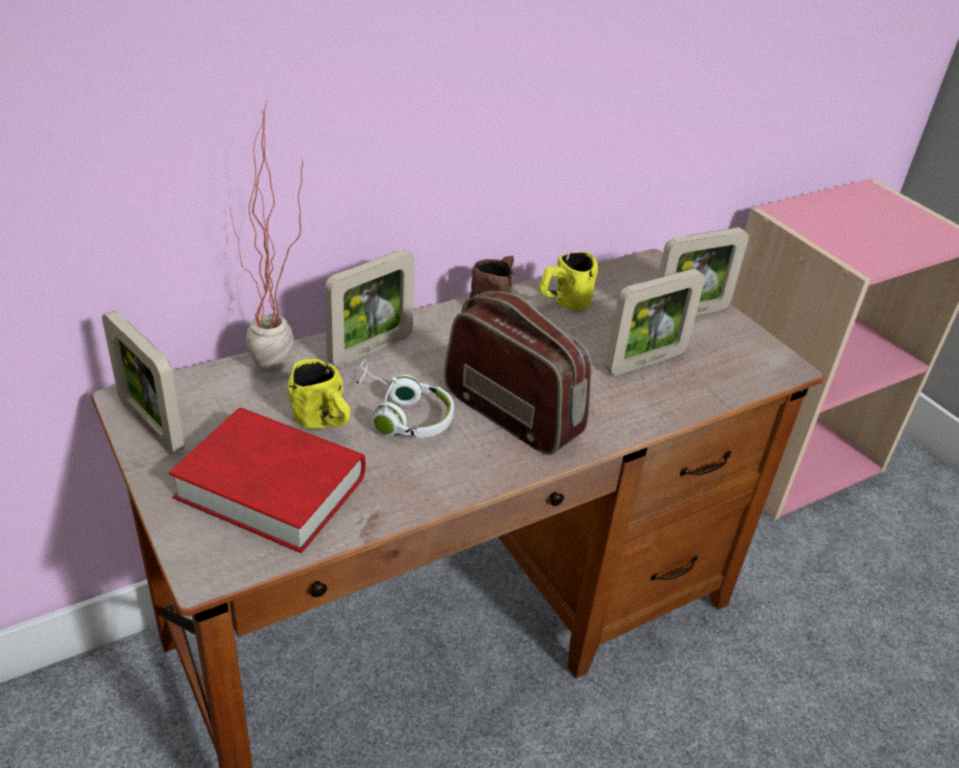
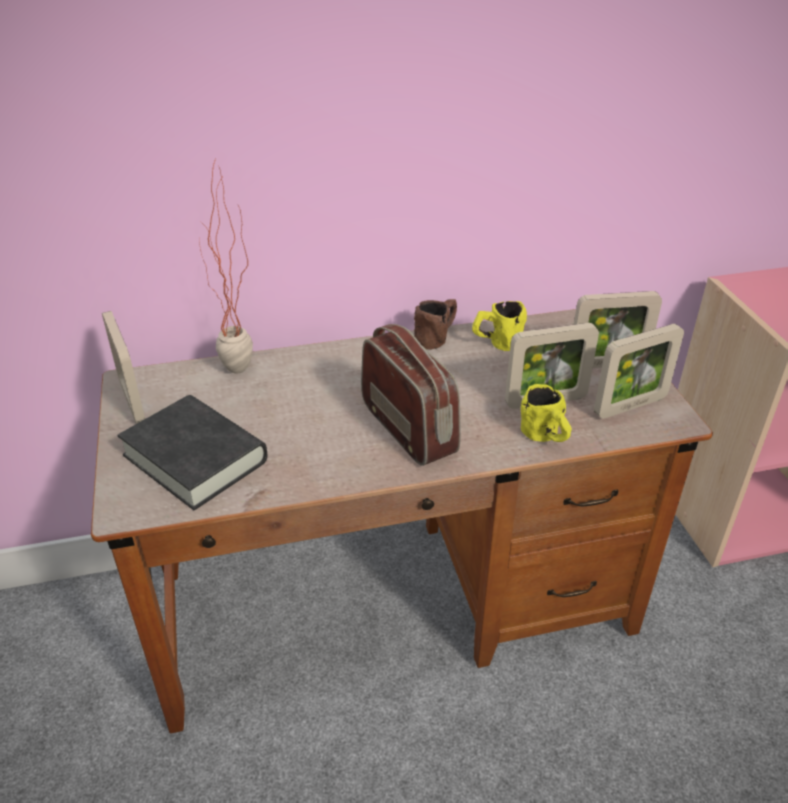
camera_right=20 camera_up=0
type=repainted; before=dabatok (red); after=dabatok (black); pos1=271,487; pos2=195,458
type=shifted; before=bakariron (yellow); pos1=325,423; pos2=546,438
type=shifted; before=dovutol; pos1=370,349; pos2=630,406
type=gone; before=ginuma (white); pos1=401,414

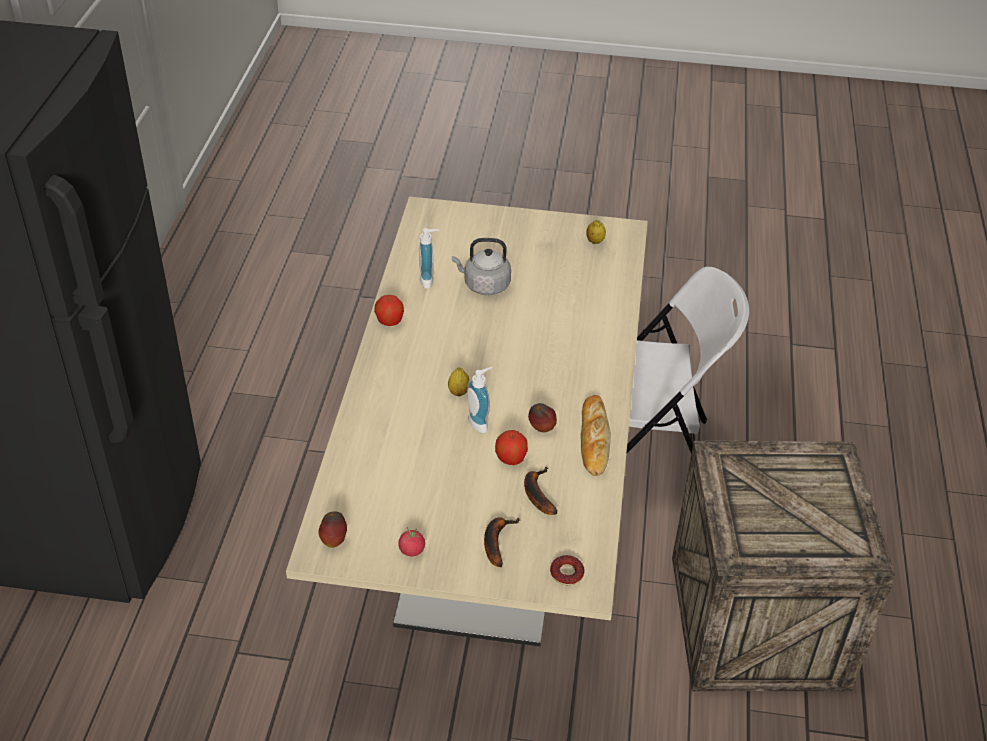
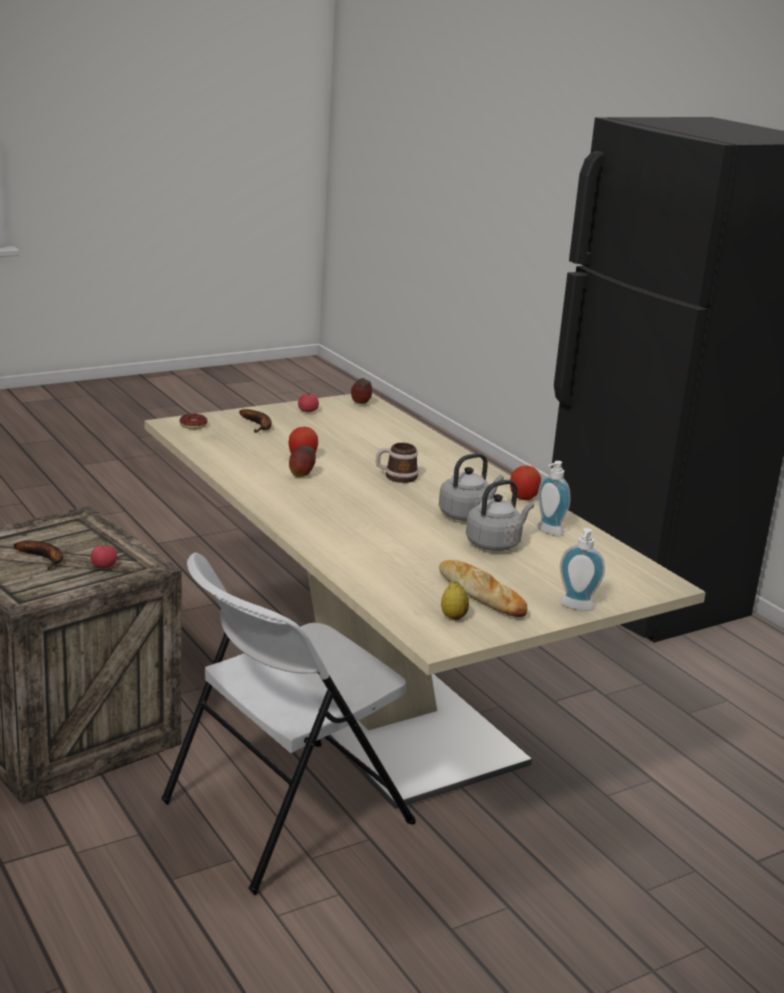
camera_right=140 camera_up=-20
type=shifted; before=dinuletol; pos1=537,493; pos2=44,558
type=new; after=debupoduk; pos2=104,566
type=swapped; before=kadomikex; after=bakariron; pos1=458,392; pos2=396,476
type=new; after=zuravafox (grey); pos2=467,514
type=shifted; before=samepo; pos1=593,439; pos2=481,594
type=shifted; before=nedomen; pos1=480,422; pos2=576,607

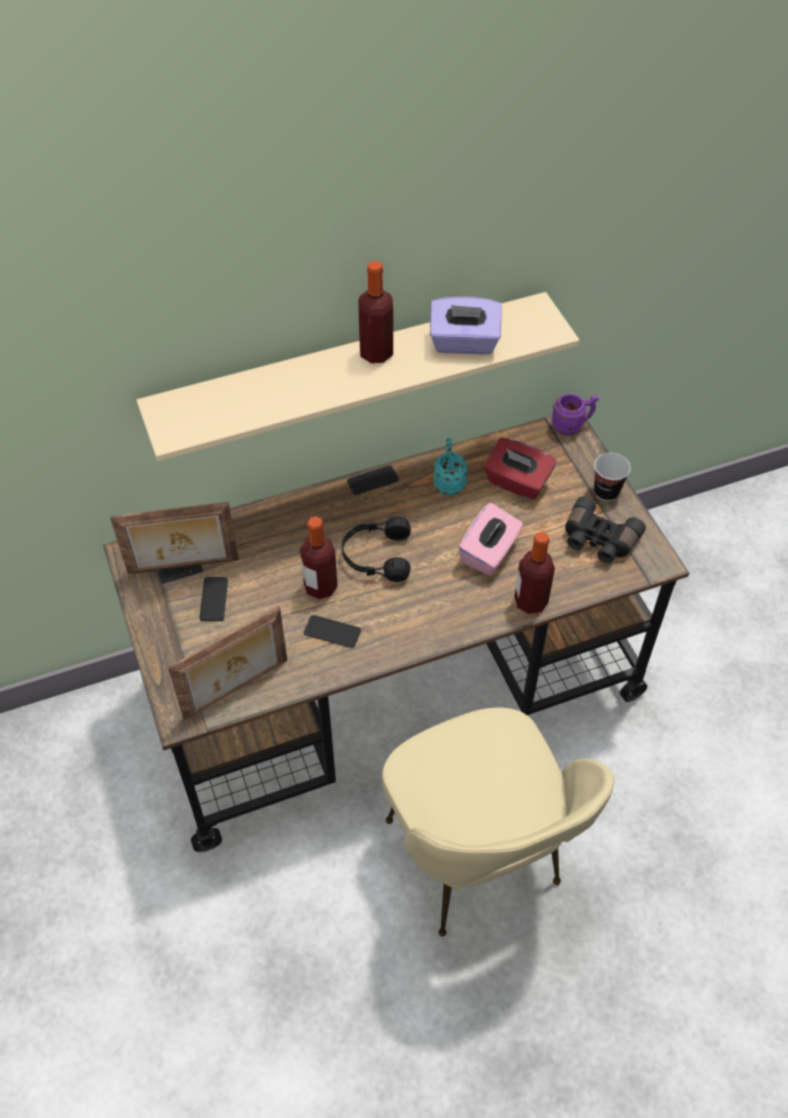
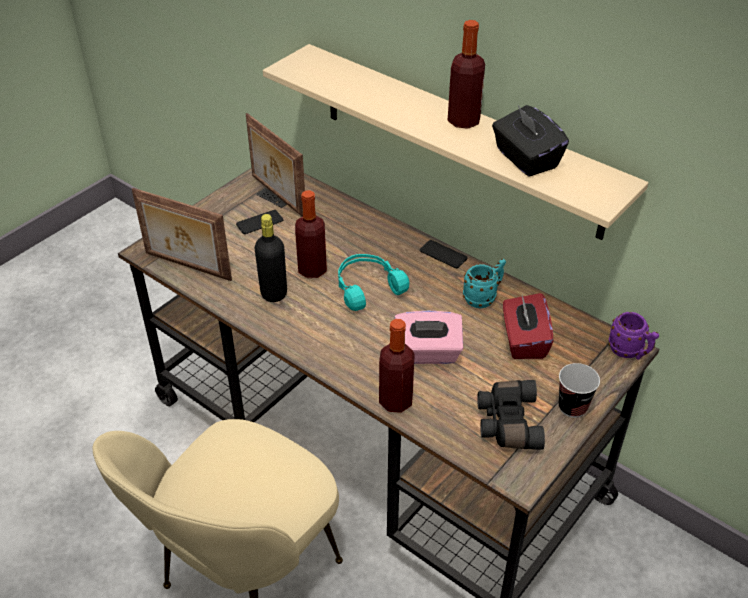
camera_right=60 camera_up=-10
type=swapped; before=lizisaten; after=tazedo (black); pos1=332,632; pos2=274,293
type=repainted; before=ginuma (black); after=ginuma (turquoise); pos1=376,556; pos2=367,287
type=repainted; before=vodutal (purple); after=vodutal (black); pos1=464,343; pos2=525,159

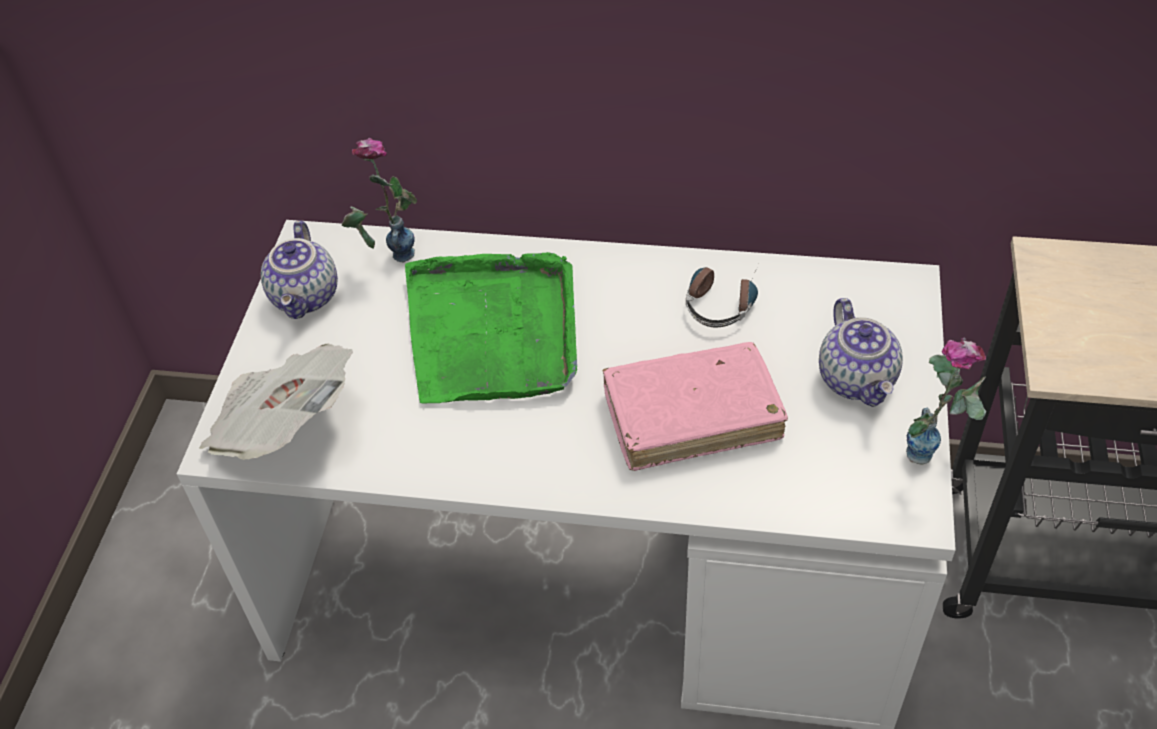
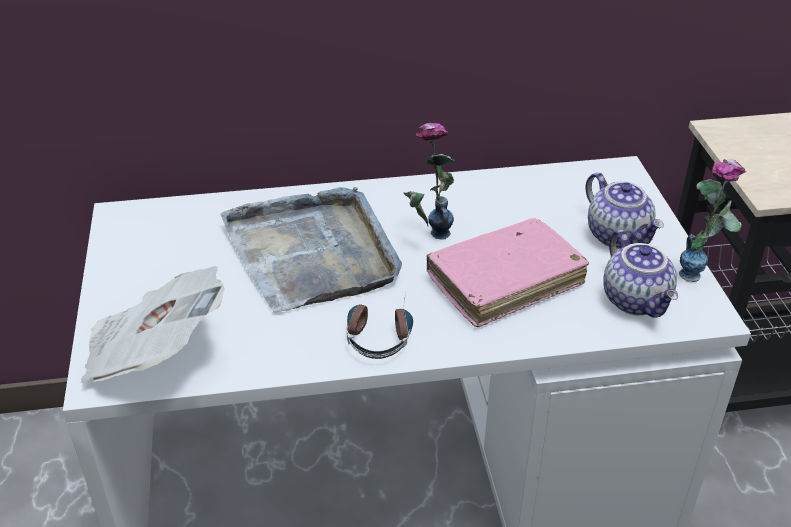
camera_right=-20 camera_up=-10
type=repainted; before=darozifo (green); after=darozifo (grey); pos1=493,331; pos2=313,252
type=shifted; before=ginuma; pos1=722,299; pos2=379,332
type=shifted; before=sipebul; pos1=387,257; pos2=427,237
type=shifted; before=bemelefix; pos1=307,297; pos2=637,300

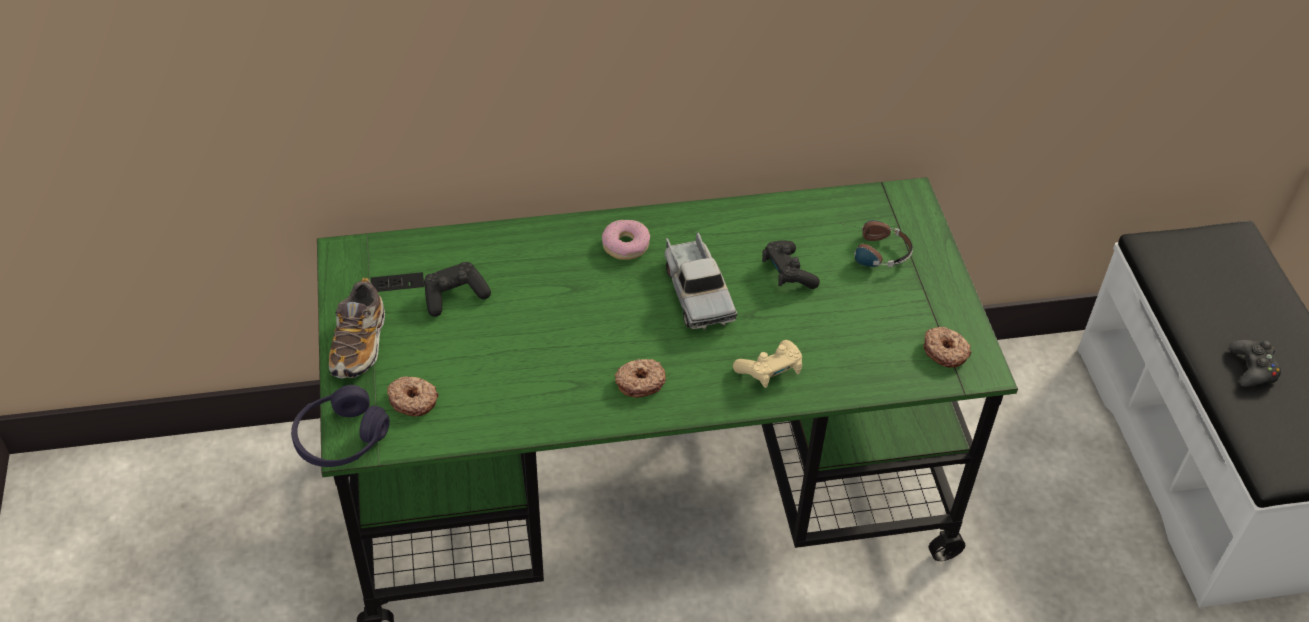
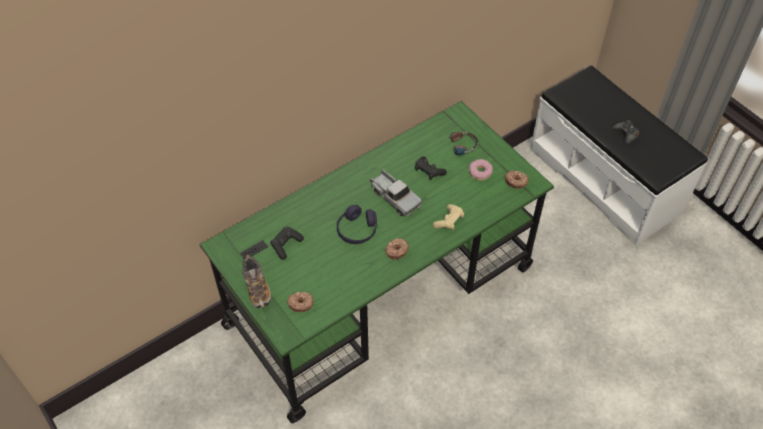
camera_right=-25 camera_up=5
type=shifted; before=ginuma (purple); pos1=341,439; pos2=357,230
type=shifted; before=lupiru; pos1=625,245; pos2=480,172

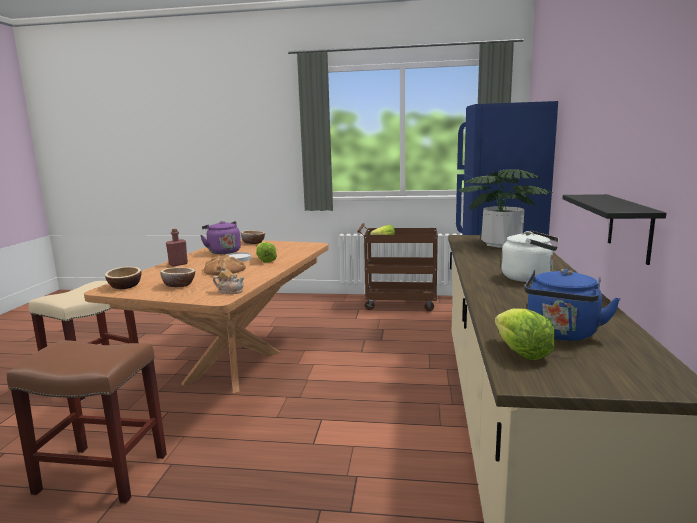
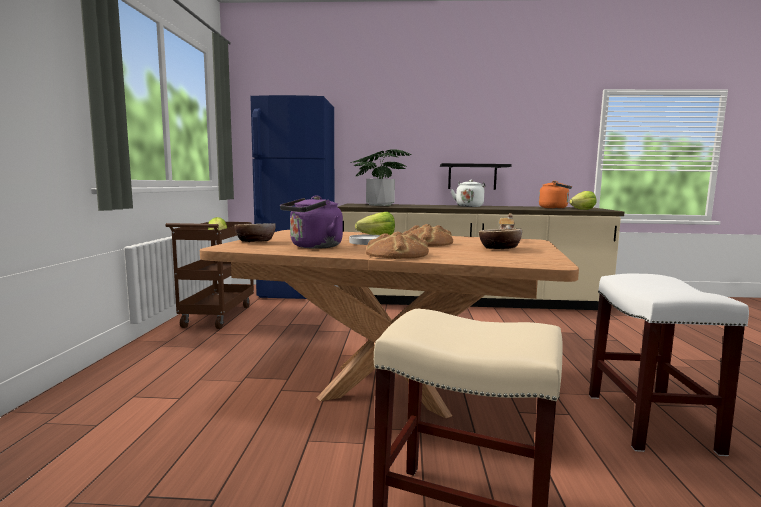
camera_right=-95 camera_up=-5
type=swapped; before=tazedo (red); after=samepo; pos1=178,264; pos2=396,254
type=repainted; before=zuravafox (blue); after=zuravafox (orange); pos1=561,334; pos2=555,208
type=repainted; before=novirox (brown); after=novirox (white); pos1=101,474; pos2=651,423
type=gone; before=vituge; pos1=125,286

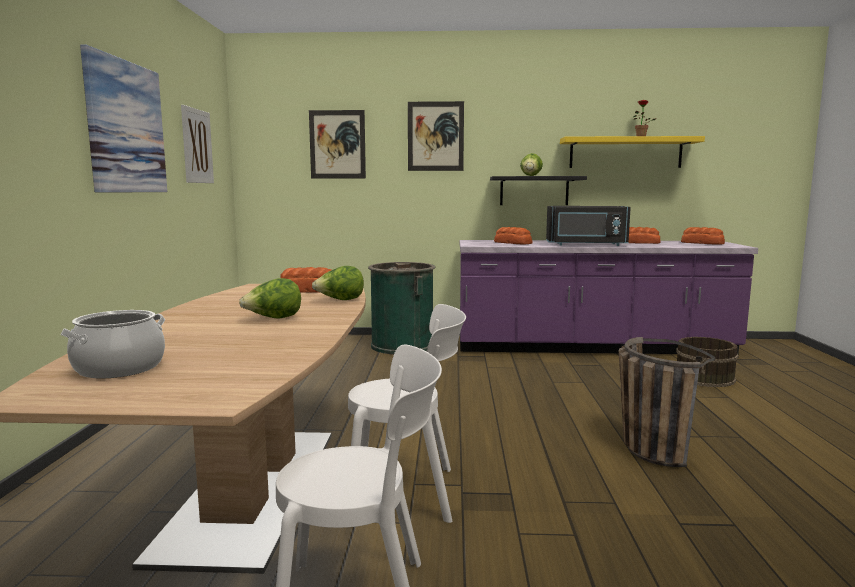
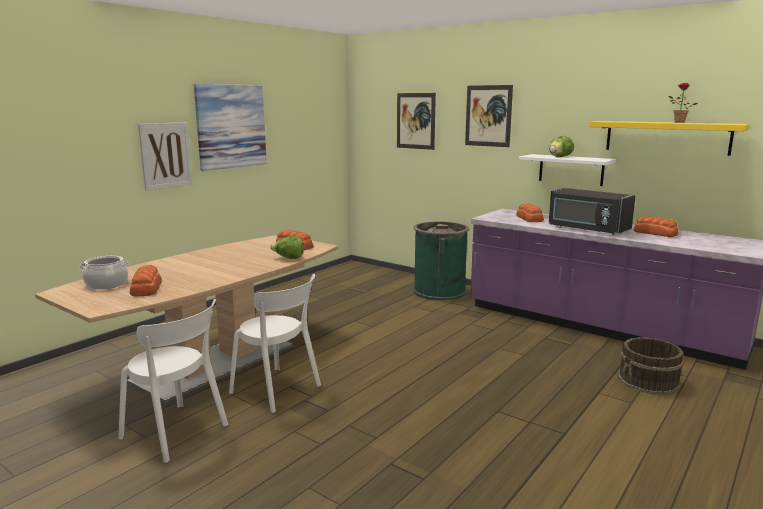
camera_right=35 camera_up=5
type=shifted; before=samepo; pos1=702,243; pos2=146,288
type=shifted; before=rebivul; pos1=197,146; pos2=166,155
type=repainted; before=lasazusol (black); after=lasazusol (white); pos1=534,191; pos2=571,169
type=gone; before=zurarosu; pos1=273,319
type=gone; before=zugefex; pos1=645,445

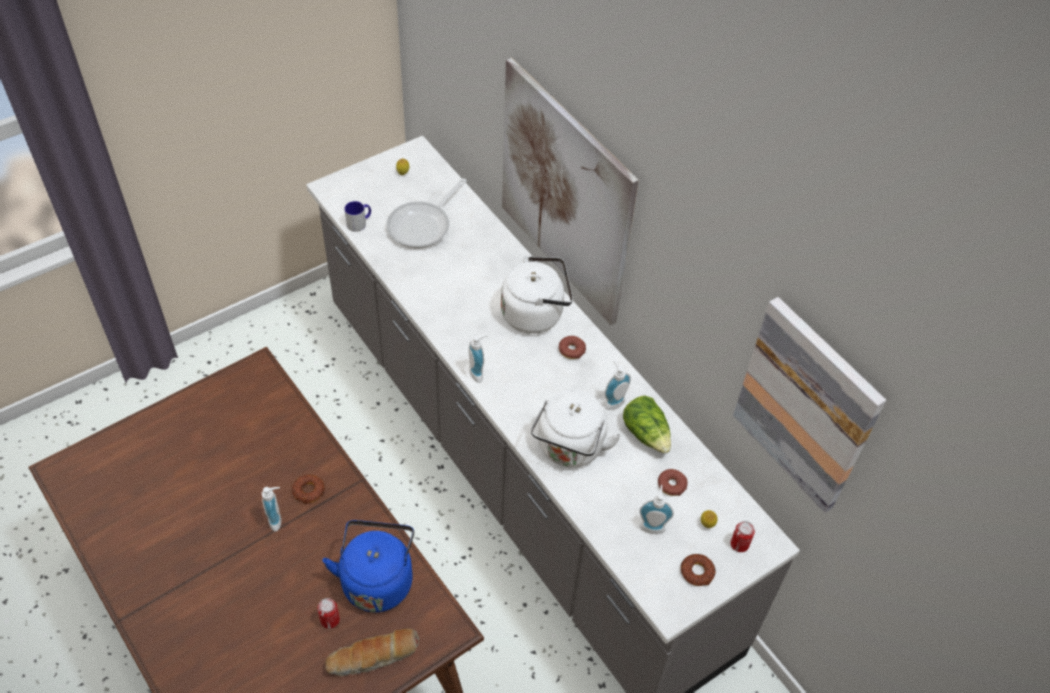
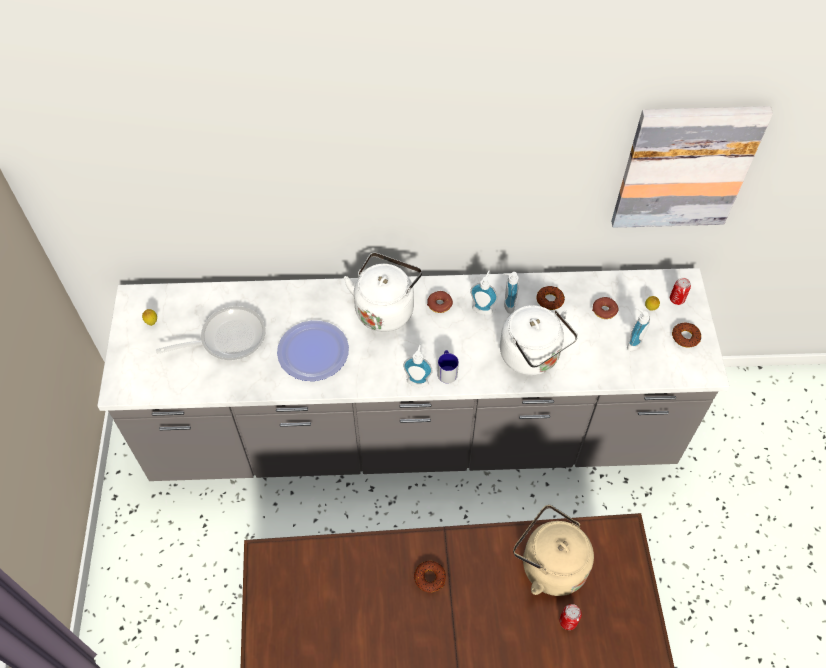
camera_right=-55 camera_up=5
type=rotated; before=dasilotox; pos1=423,225; pos2=227,338; turn=-90
type=new; after=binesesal; pos2=313,351
type=shifted; before=bakariron; pos1=359,223; pos2=447,371
type=shifted; before=nedomen; pos1=278,520; pos2=483,308
type=repainted; before=zuravafox (blue); after=zuravafox (beige); pos1=377,579; pos2=549,565
type=swapped; before=zurarosu; after=lupiru; pos1=647,434; pos2=550,300
type=gone; before=samepo; pos1=374,658
type=gone; before=rebivul; pos1=565,193

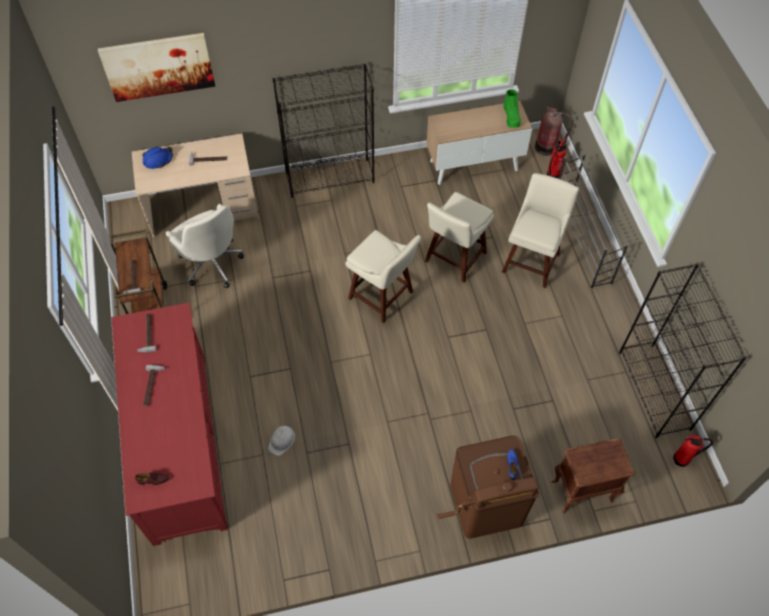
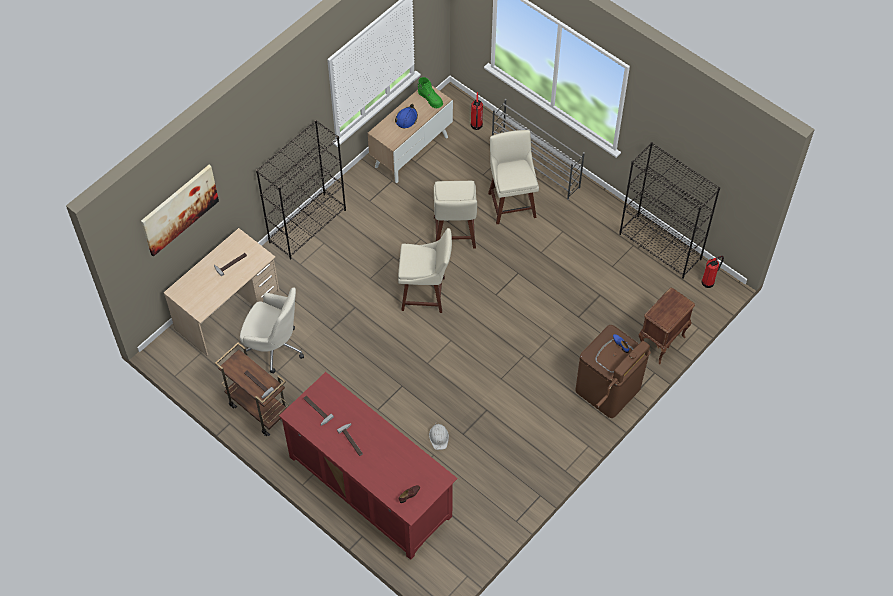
camera_right=-35 camera_up=0
type=shifted; before=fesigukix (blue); pos1=158,160; pos2=406,119
type=gone; before=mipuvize; pos1=547,148

